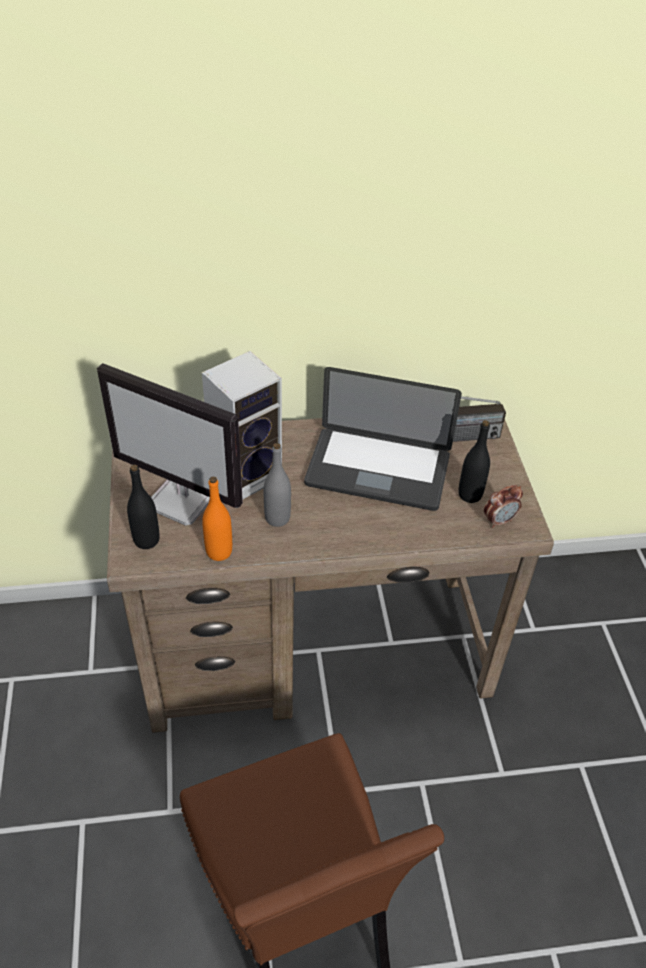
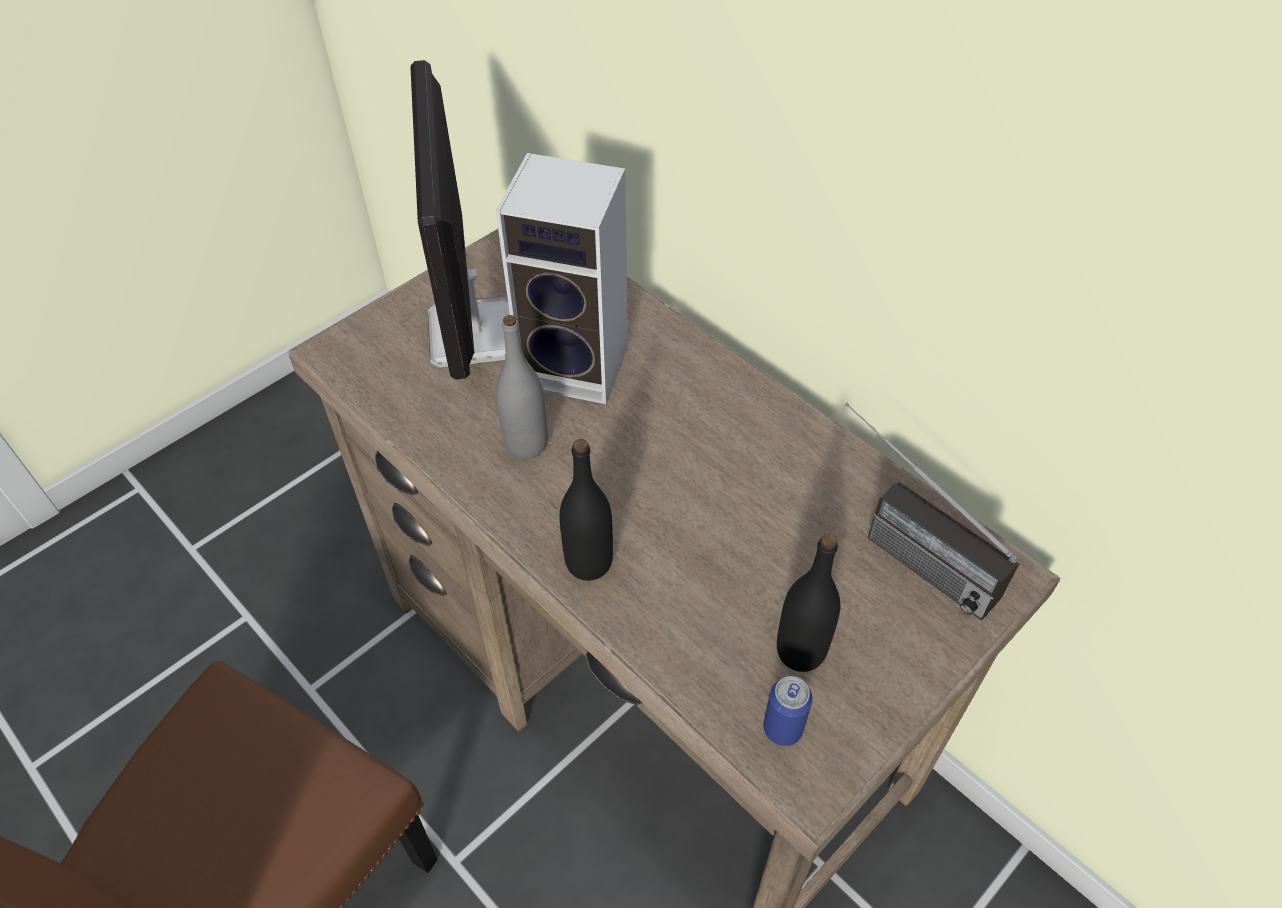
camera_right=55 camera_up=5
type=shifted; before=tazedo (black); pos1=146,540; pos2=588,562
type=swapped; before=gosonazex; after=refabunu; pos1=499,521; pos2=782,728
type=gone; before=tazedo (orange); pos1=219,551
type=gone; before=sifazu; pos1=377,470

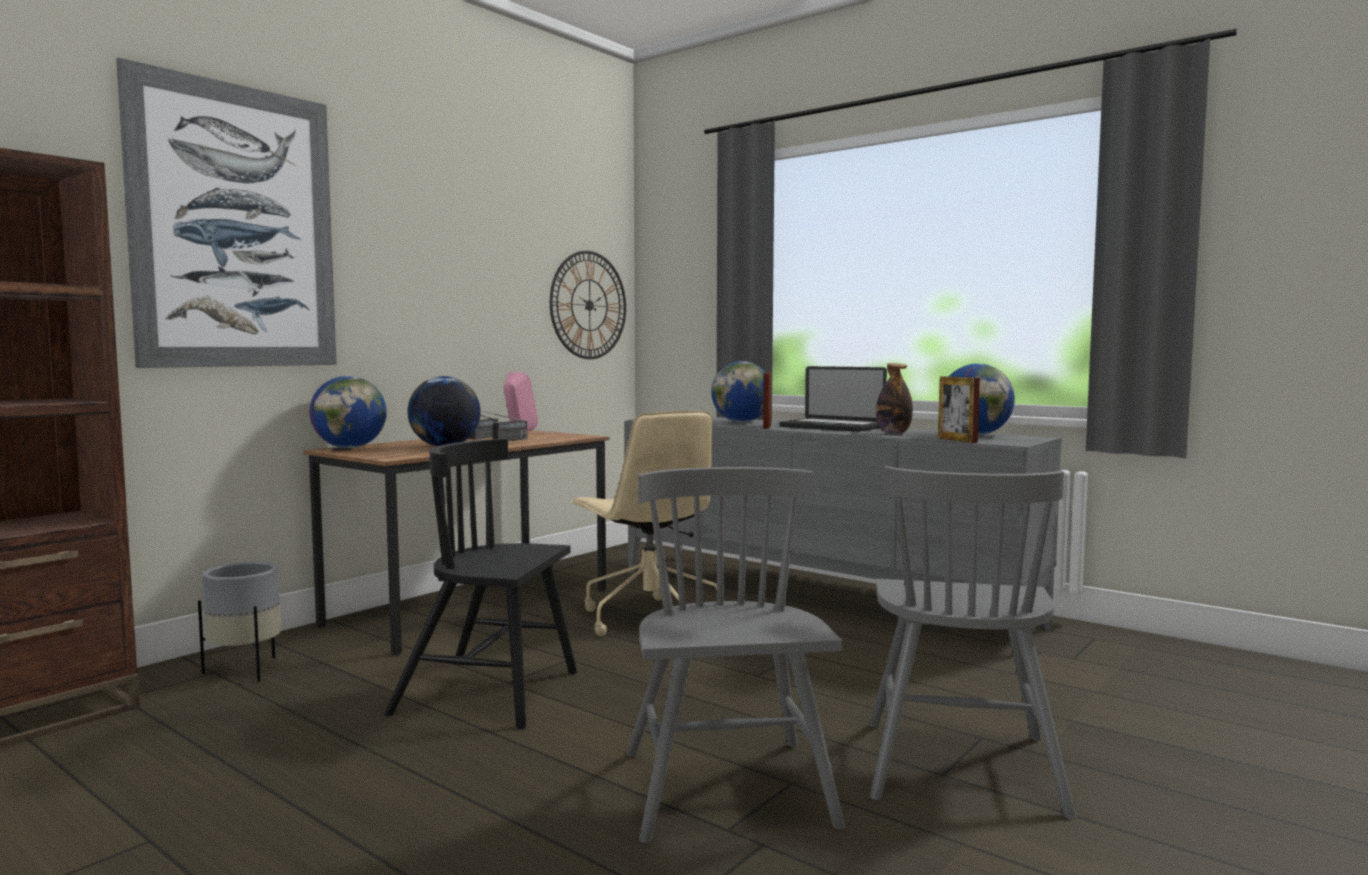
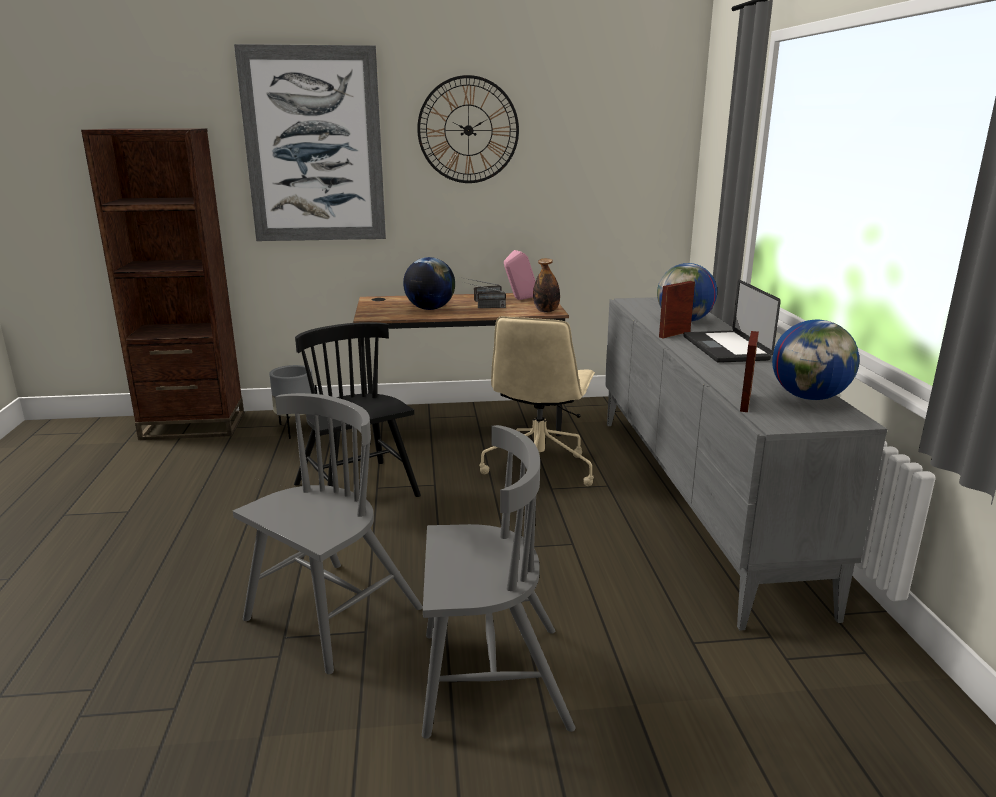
camera_right=45 camera_up=15
type=shifted; before=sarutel; pos1=589,305; pos2=468,130
type=rotated; before=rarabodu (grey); pos1=959,759; pos2=483,679; turn=-150
type=shifted; before=tazedo; pos1=893,433; pos2=546,311
type=gone; before=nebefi; pos1=350,447

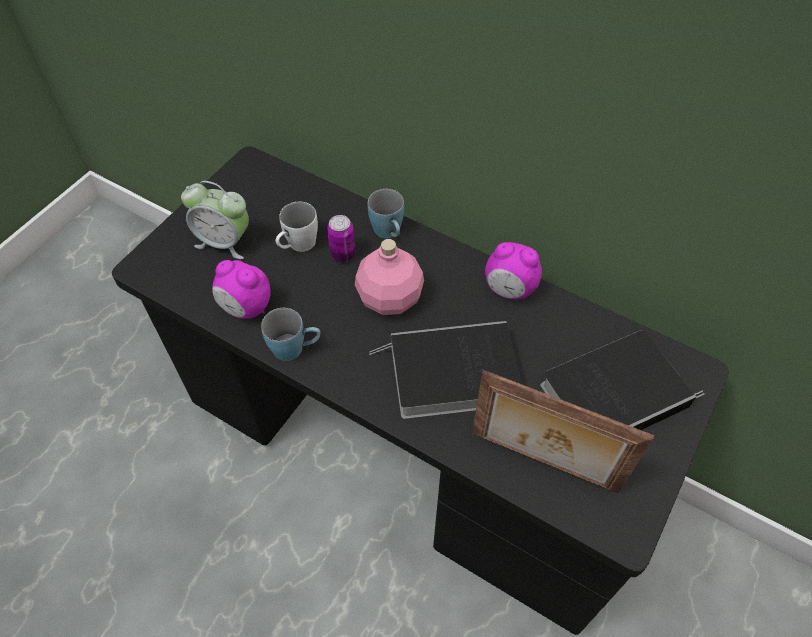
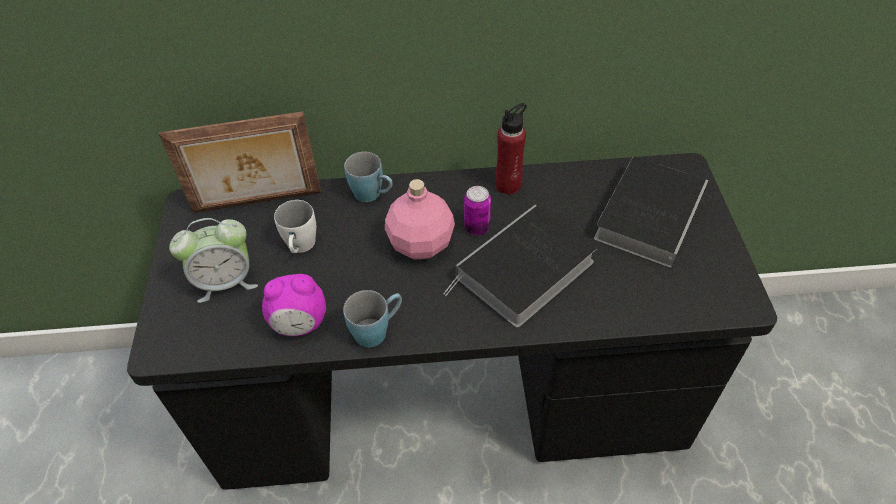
camera_right=-35 camera_up=-5
type=shifted; before=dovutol; pos1=542,463; pos2=257,203
type=shifted; before=refabunu; pos1=343,254; pos2=476,228
type=swapped; before=gosonazex; after=tazedo (red); pos1=509,289; pos2=508,185

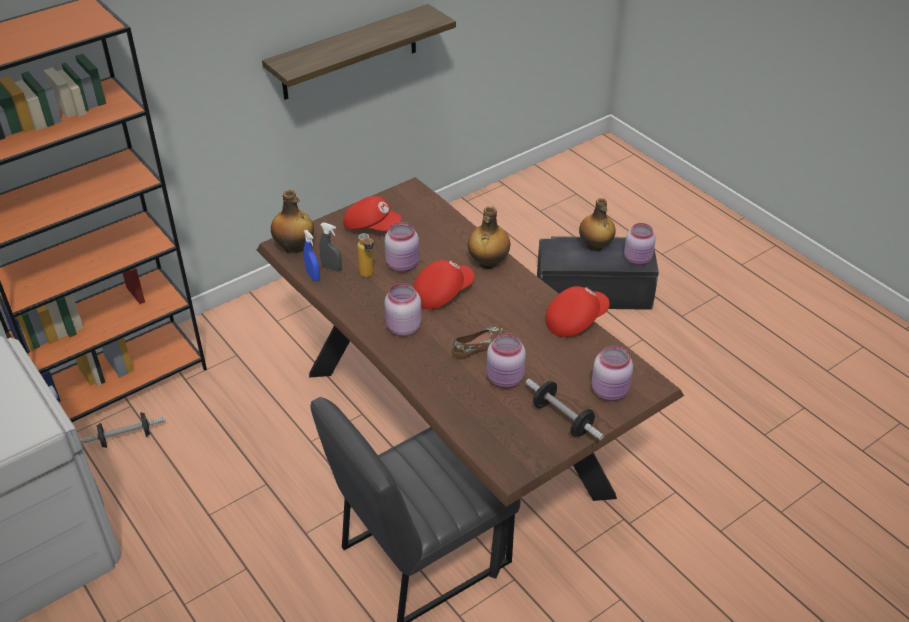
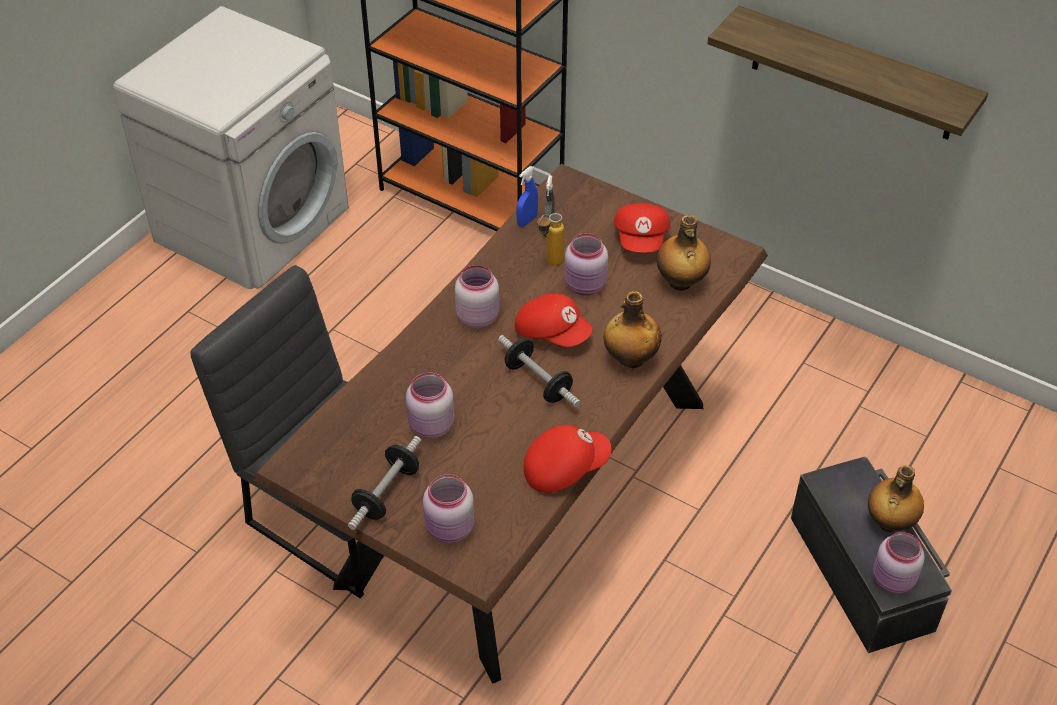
camera_right=70 camera_up=5
type=shifted; before=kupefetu; pos1=126,438; pos2=538,382
type=rotated; before=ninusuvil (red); pos1=575,320; pos2=564,468; turn=-60
type=shifted; before=tazedo; pos1=294,247; pos2=680,282
type=gone; before=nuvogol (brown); pos1=479,346

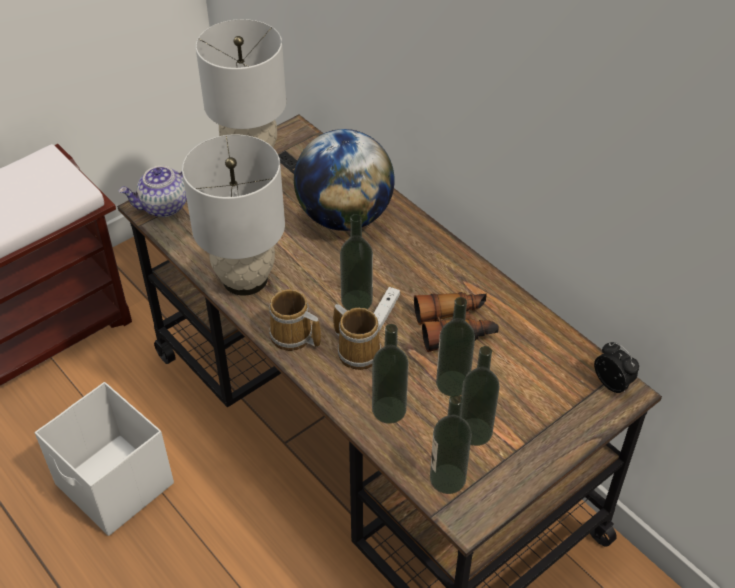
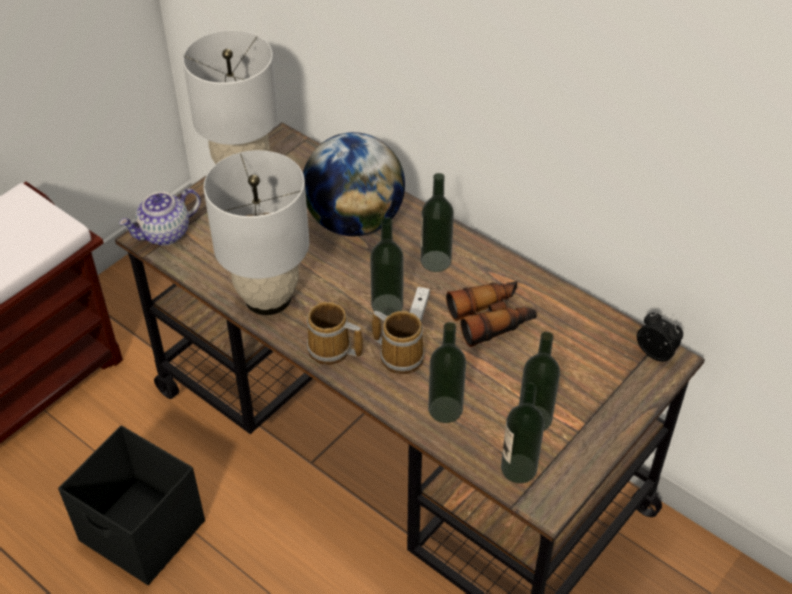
camera_right=-10 camera_up=0
type=repainted; before=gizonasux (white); after=gizonasux (black); pos1=115,486; pos2=143,533
type=shifted; before=tazedo; pos1=452,383; pos2=435,261

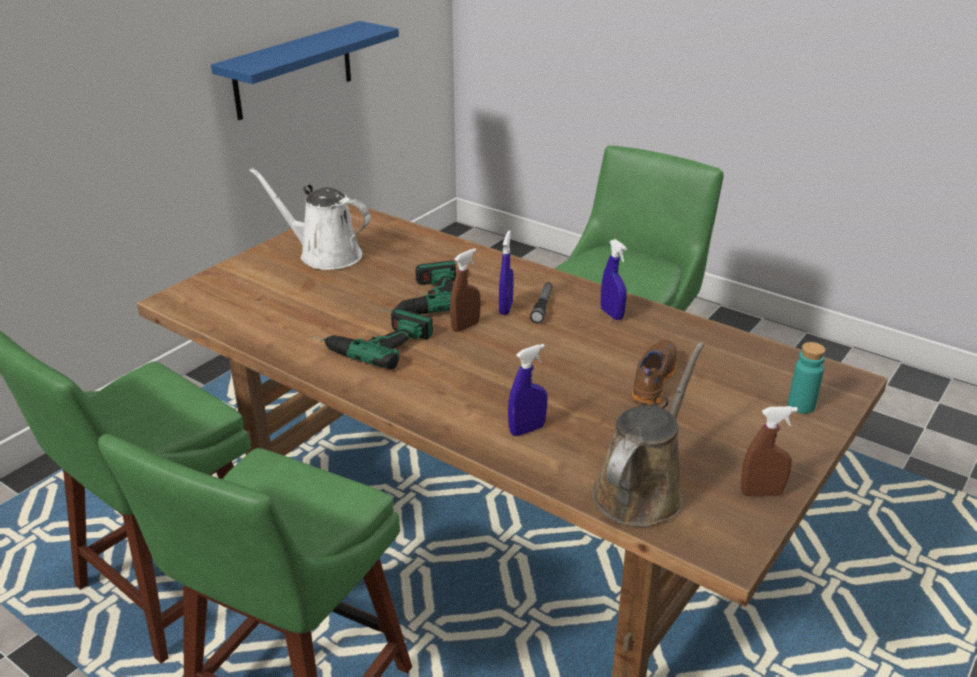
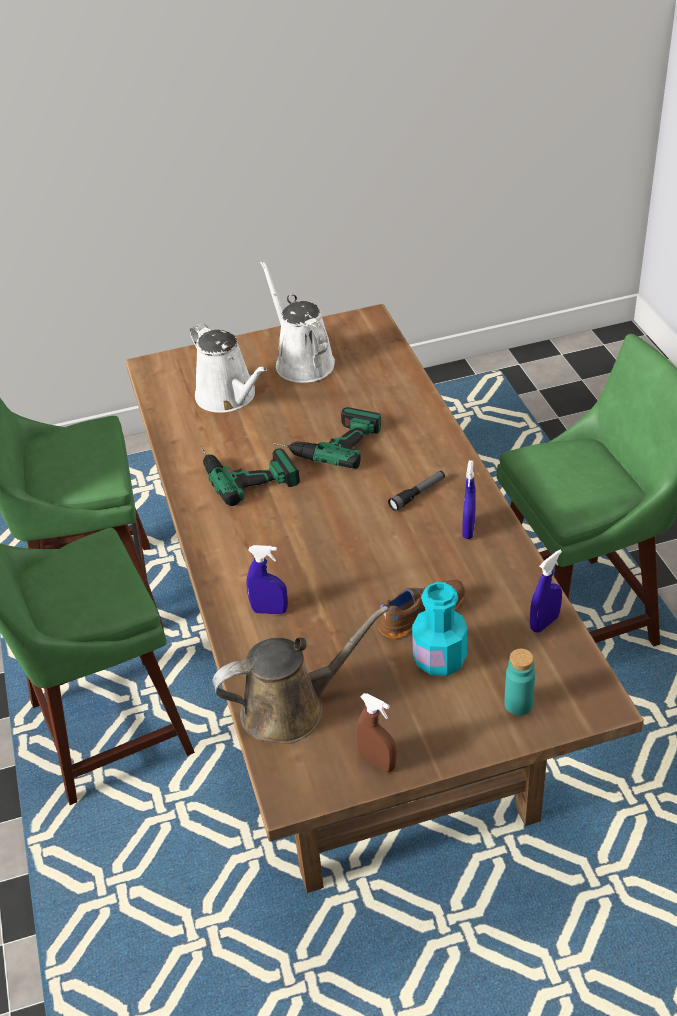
camera_right=40 camera_up=10
type=new; after=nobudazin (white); pos2=229,397
type=new; after=tazedo (turquoise); pos2=439,659
type=shifted; before=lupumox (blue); pos1=506,308; pos2=544,623
type=gone; before=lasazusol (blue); pos1=293,70
type=gone; before=lupumox (brown); pos1=465,326

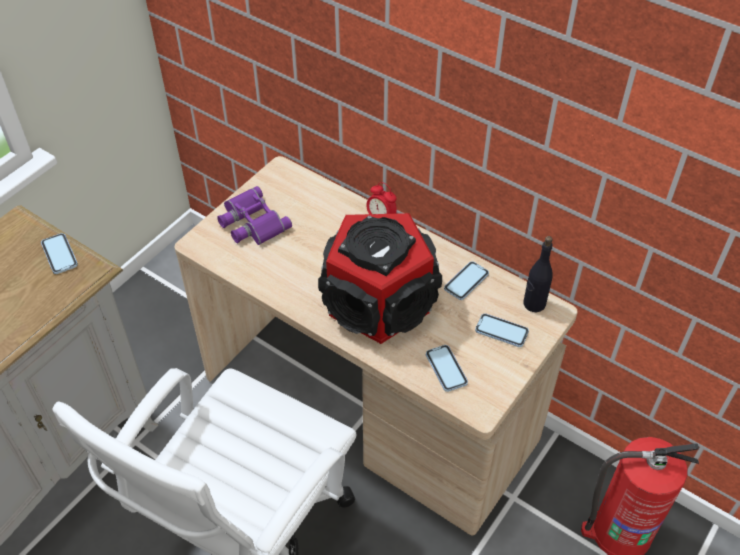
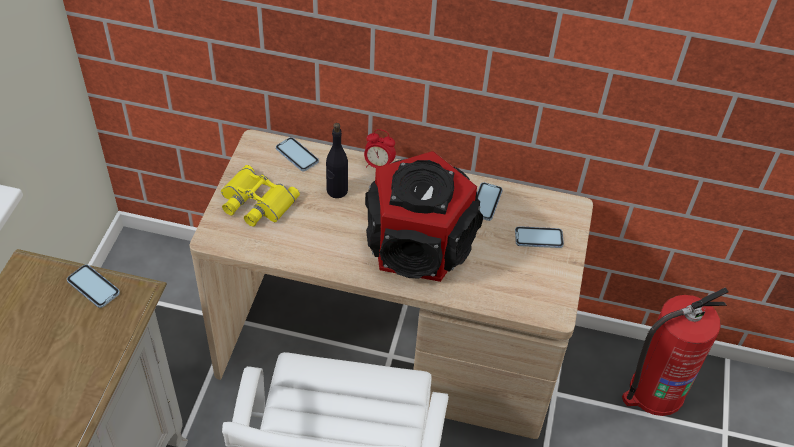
camera_right=-25 camera_up=0
type=repainted; before=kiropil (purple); after=kiropil (yellow); pos1=251,222; pos2=255,202
type=shifted; before=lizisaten; pos1=446,369; pos2=297,155
type=shifted; before=tazedo (black); pos1=534,304; pos2=337,191

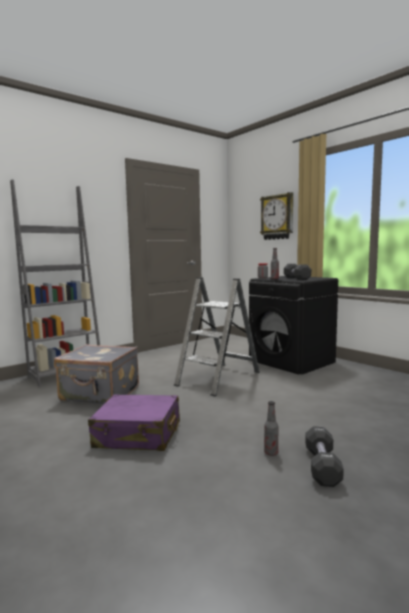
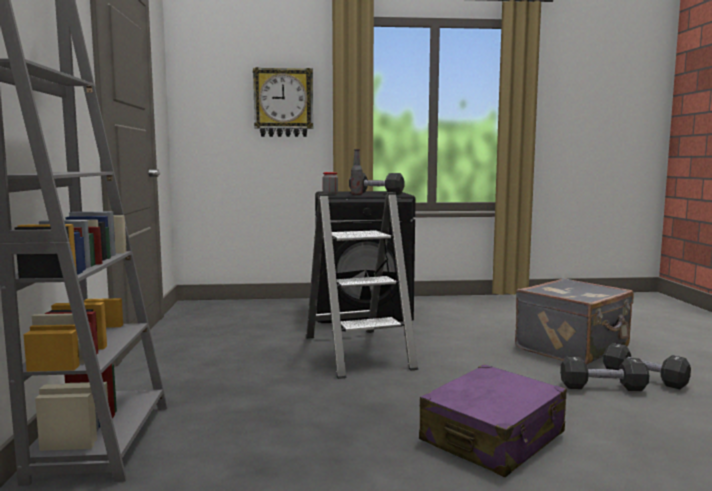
camera_right=-55 camera_up=0
type=shifted; before=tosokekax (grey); pos1=100,394; pos2=573,349
type=swapped; before=tazedo; after=kupefetu (black); pos1=271,453; pos2=602,387

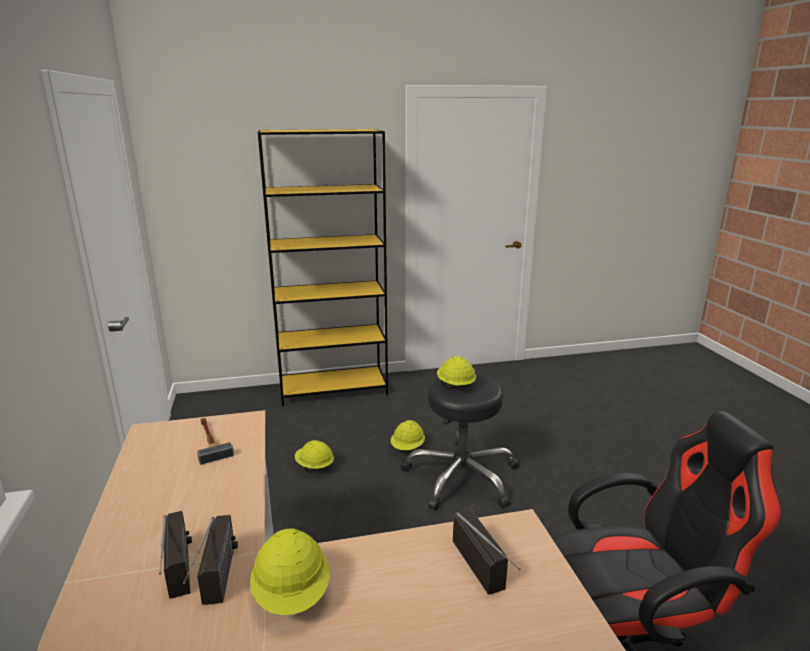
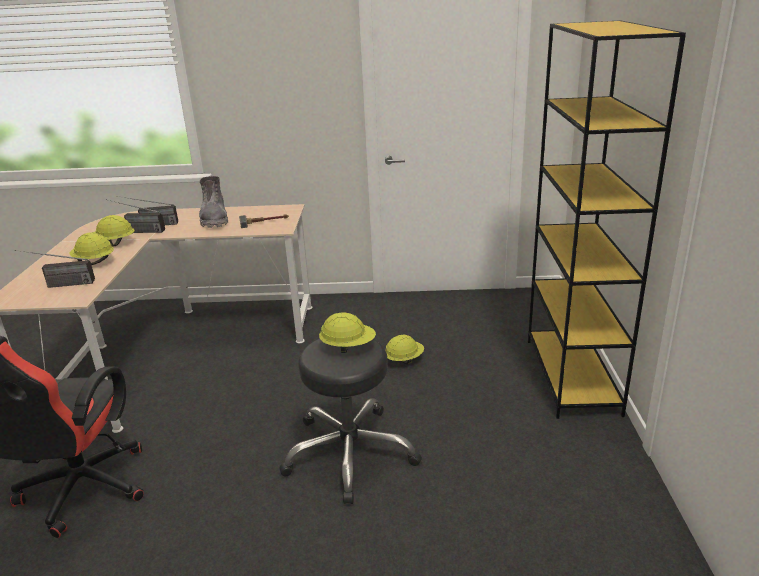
camera_right=105 camera_up=5
type=shifted; before=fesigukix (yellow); pos1=408,448; pos2=94,262
type=new; after=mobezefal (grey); pos2=215,220

